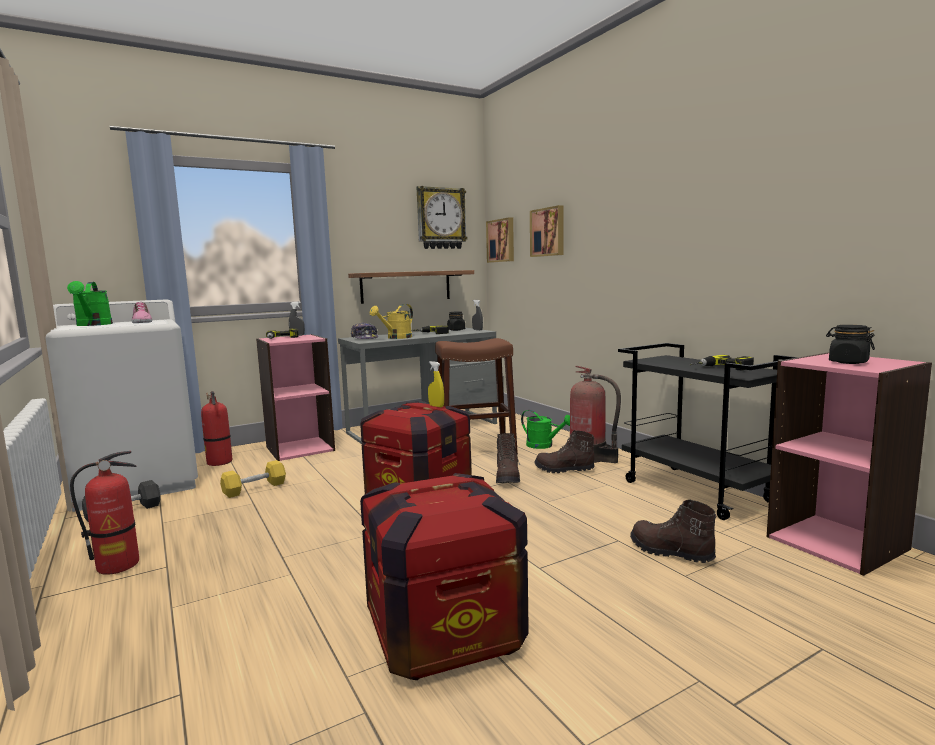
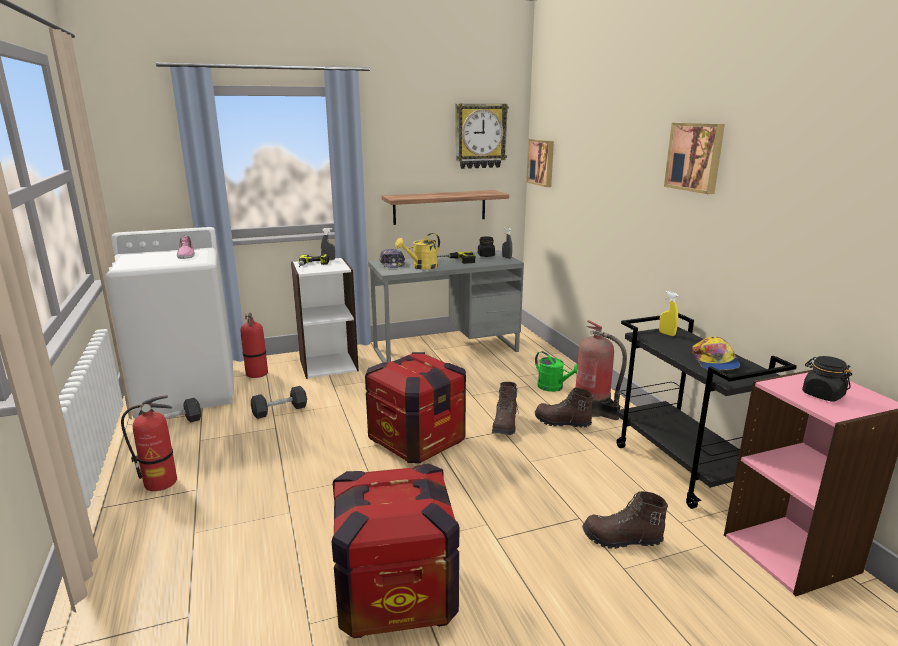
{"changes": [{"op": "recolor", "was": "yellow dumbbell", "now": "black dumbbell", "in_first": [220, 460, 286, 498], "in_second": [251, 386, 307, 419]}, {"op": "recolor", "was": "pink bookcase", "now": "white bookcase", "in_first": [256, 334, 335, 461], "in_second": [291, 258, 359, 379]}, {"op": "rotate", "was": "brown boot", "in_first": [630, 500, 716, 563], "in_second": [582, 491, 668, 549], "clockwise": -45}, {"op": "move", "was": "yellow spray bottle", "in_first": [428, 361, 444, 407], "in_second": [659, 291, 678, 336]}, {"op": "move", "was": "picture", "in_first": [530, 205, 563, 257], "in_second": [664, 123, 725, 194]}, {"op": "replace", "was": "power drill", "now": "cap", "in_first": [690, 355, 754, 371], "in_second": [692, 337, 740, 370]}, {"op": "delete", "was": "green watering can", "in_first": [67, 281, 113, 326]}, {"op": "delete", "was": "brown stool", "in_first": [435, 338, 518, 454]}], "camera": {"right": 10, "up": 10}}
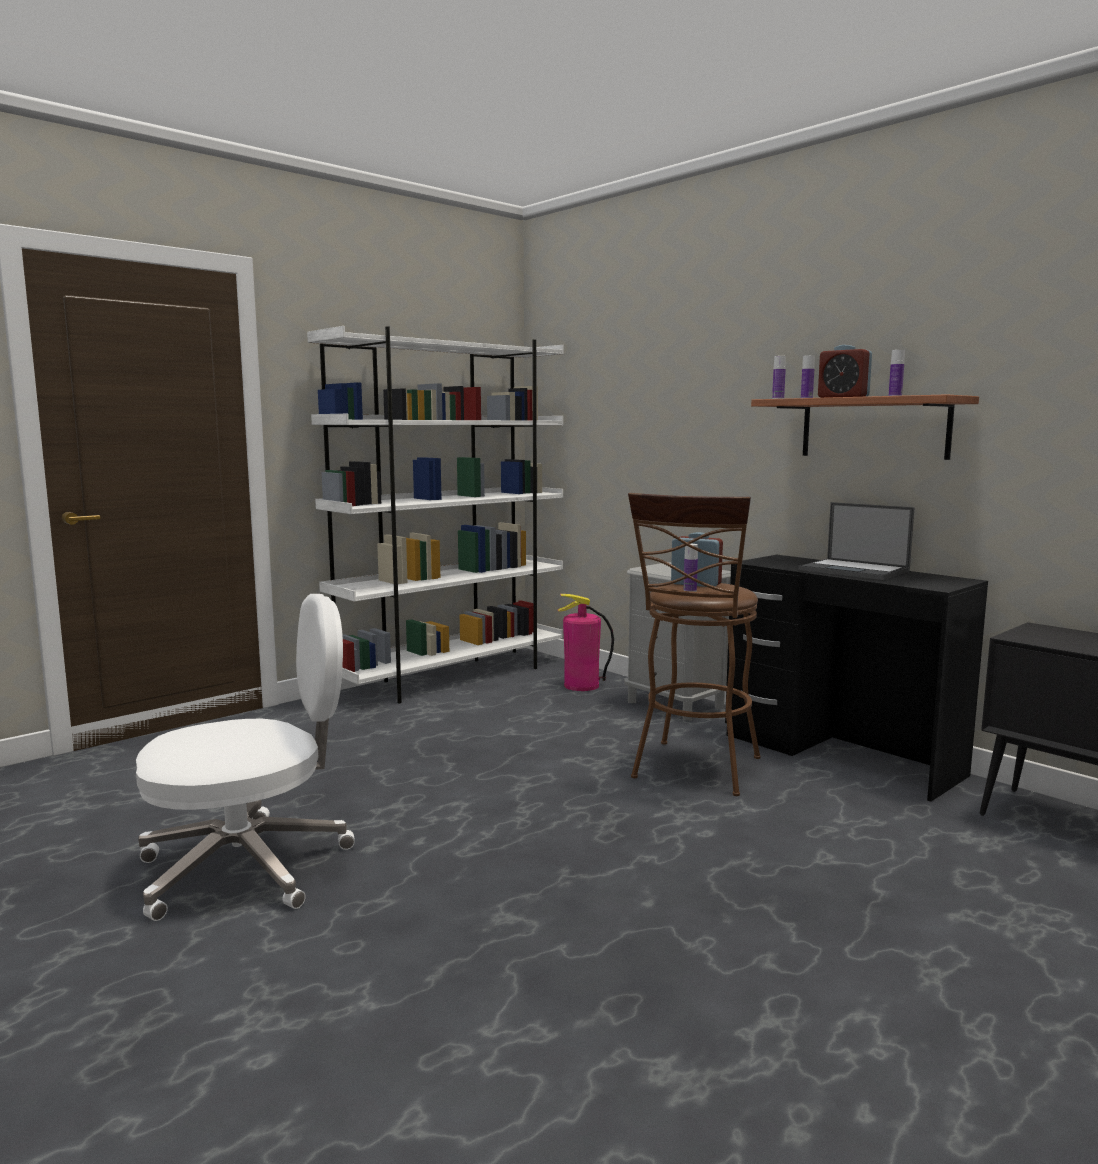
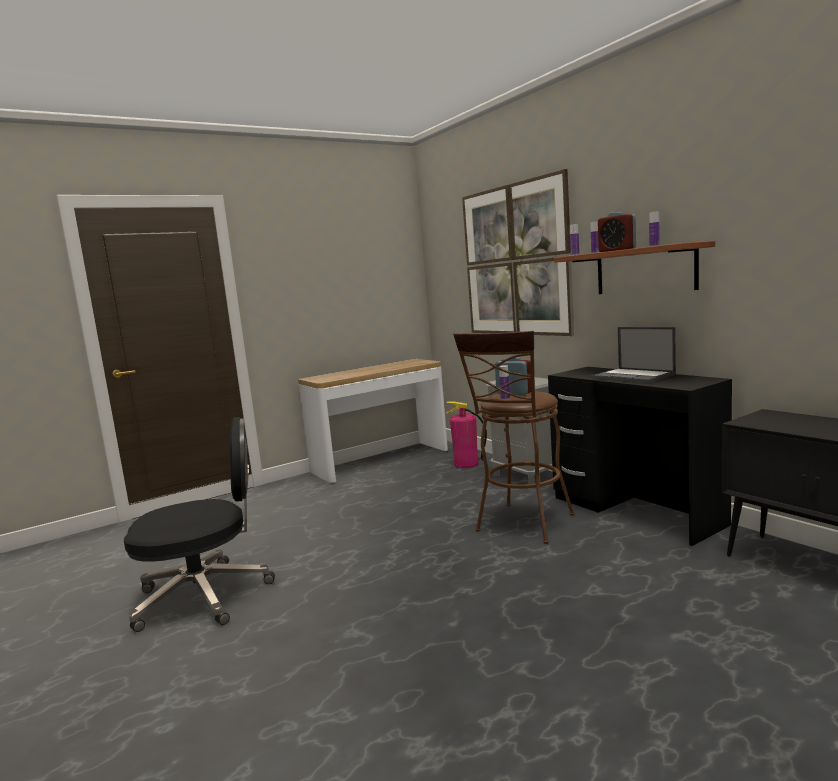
{"changes": [{"op": "recolor", "was": "white office chair", "now": "black office chair", "in_first": [136, 594, 355, 921], "in_second": [124, 417, 275, 632]}, {"op": "replace", "was": "white bookcase", "now": "console table", "in_first": [307, 326, 564, 703], "in_second": [298, 359, 448, 483]}, {"op": "insert", "now": "picture", "in_second": [462, 169, 574, 336]}], "camera": {"right": 10, "up": 0}}
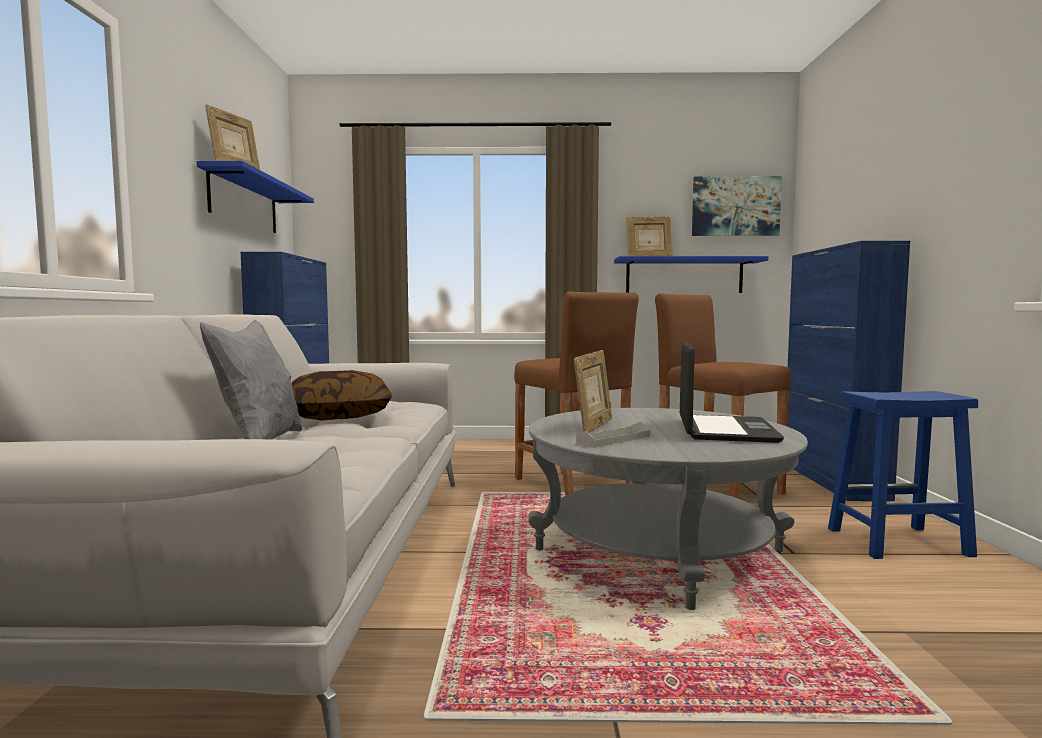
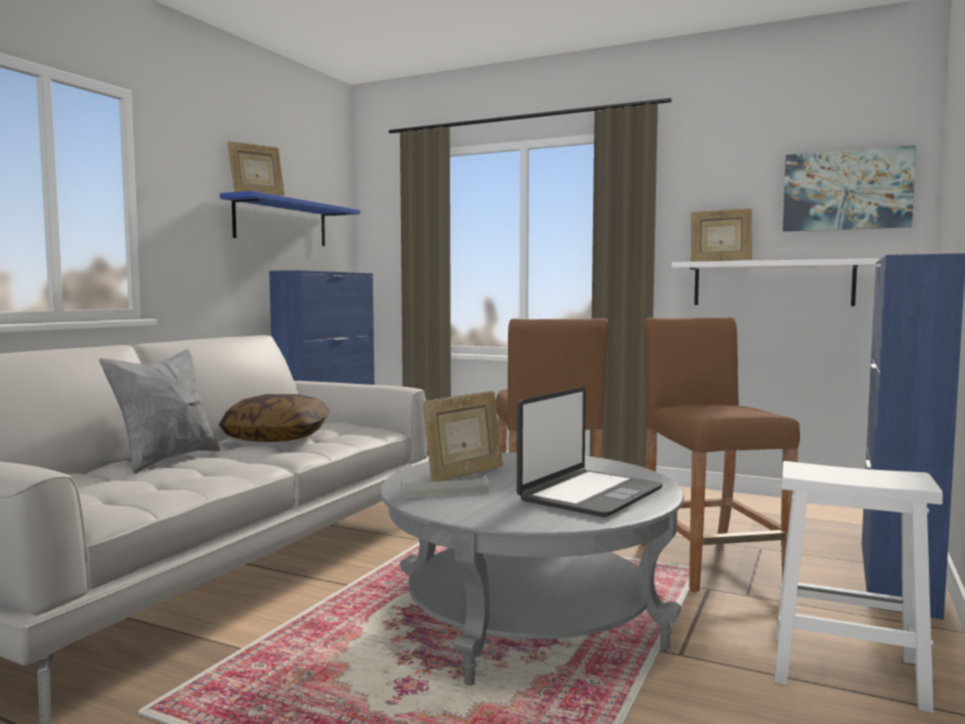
{"changes": [{"op": "recolor", "was": "blue shelf", "now": "white shelf", "in_first": [614, 256, 769, 293], "in_second": [672, 258, 879, 306]}, {"op": "recolor", "was": "blue stool", "now": "white stool", "in_first": [828, 391, 978, 559], "in_second": [774, 461, 943, 713]}], "camera": {"right": 25, "up": 0}}
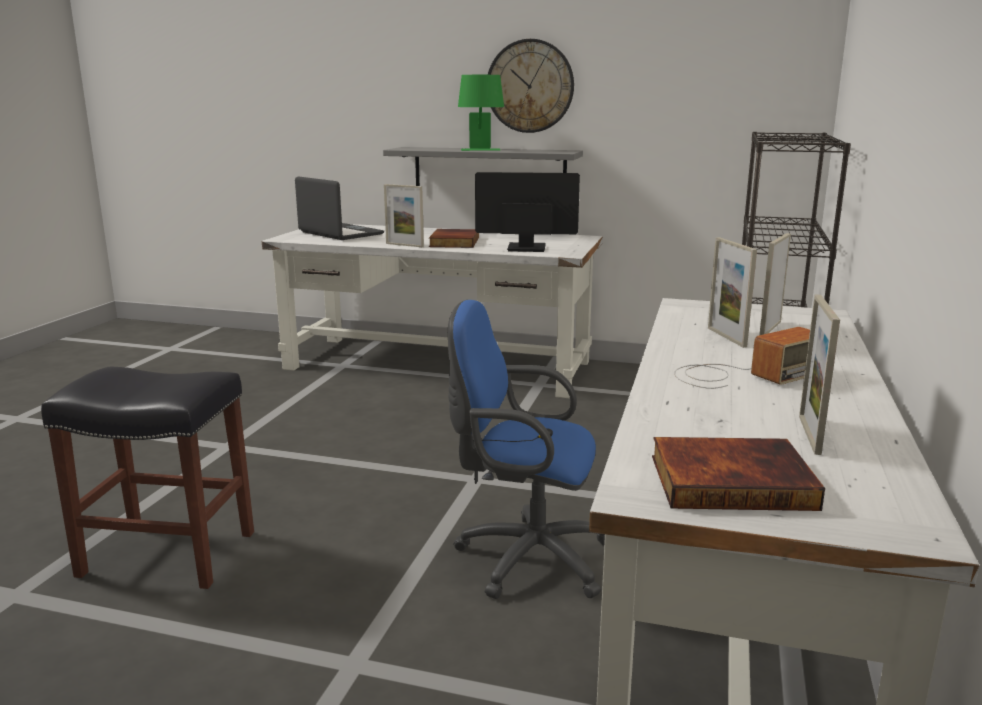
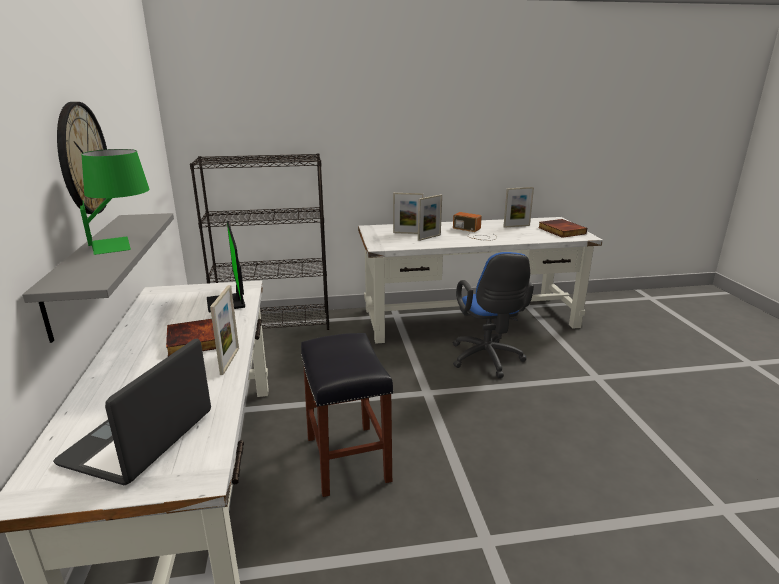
{"changes": [{"op": "move", "was": "black stool", "in_first": [41, 367, 254, 589], "in_second": [301, 333, 393, 497]}], "camera": {"right": -115, "up": 5}}
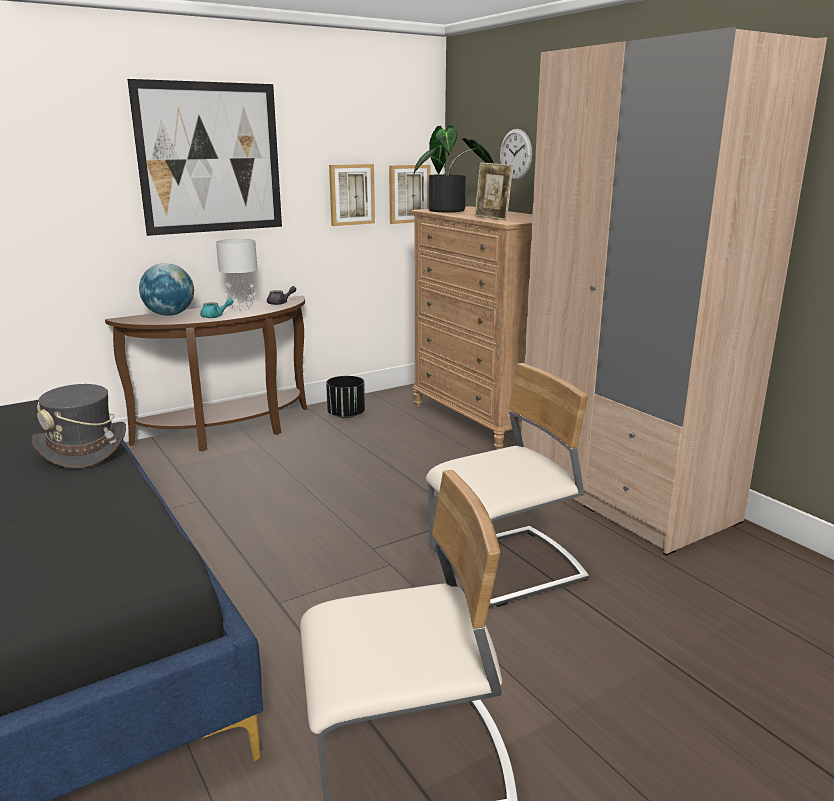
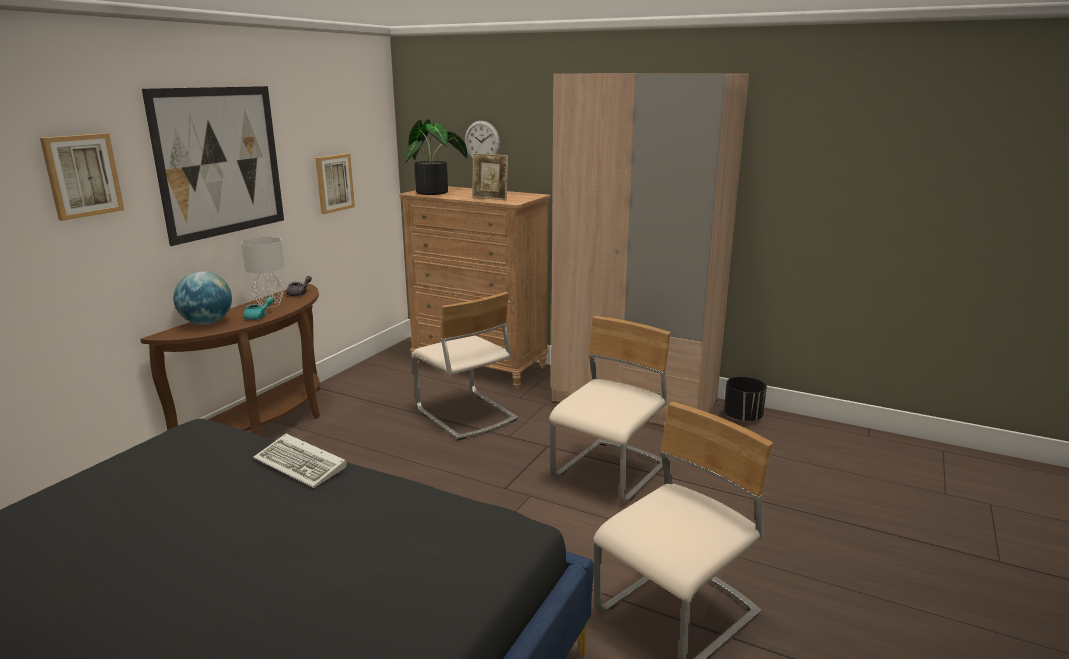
{"changes": [{"op": "move", "was": "picture", "in_first": [389, 165, 430, 224], "in_second": [40, 133, 124, 221]}, {"op": "replace", "was": "grey hat", "now": "keyboard", "in_first": [31, 384, 126, 469], "in_second": [253, 434, 347, 488]}, {"op": "insert", "now": "beige chair", "in_second": [412, 292, 518, 440]}, {"op": "move", "was": "black planter", "in_first": [326, 376, 365, 418], "in_second": [724, 377, 767, 421]}], "camera": {"right": -30, "up": 0}}
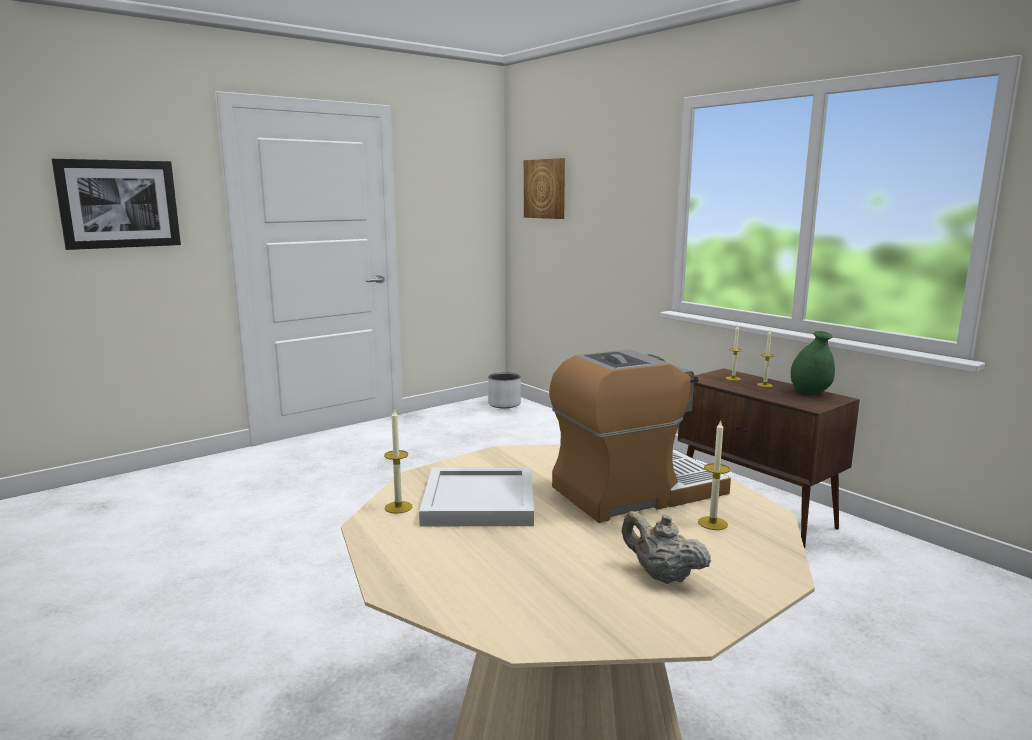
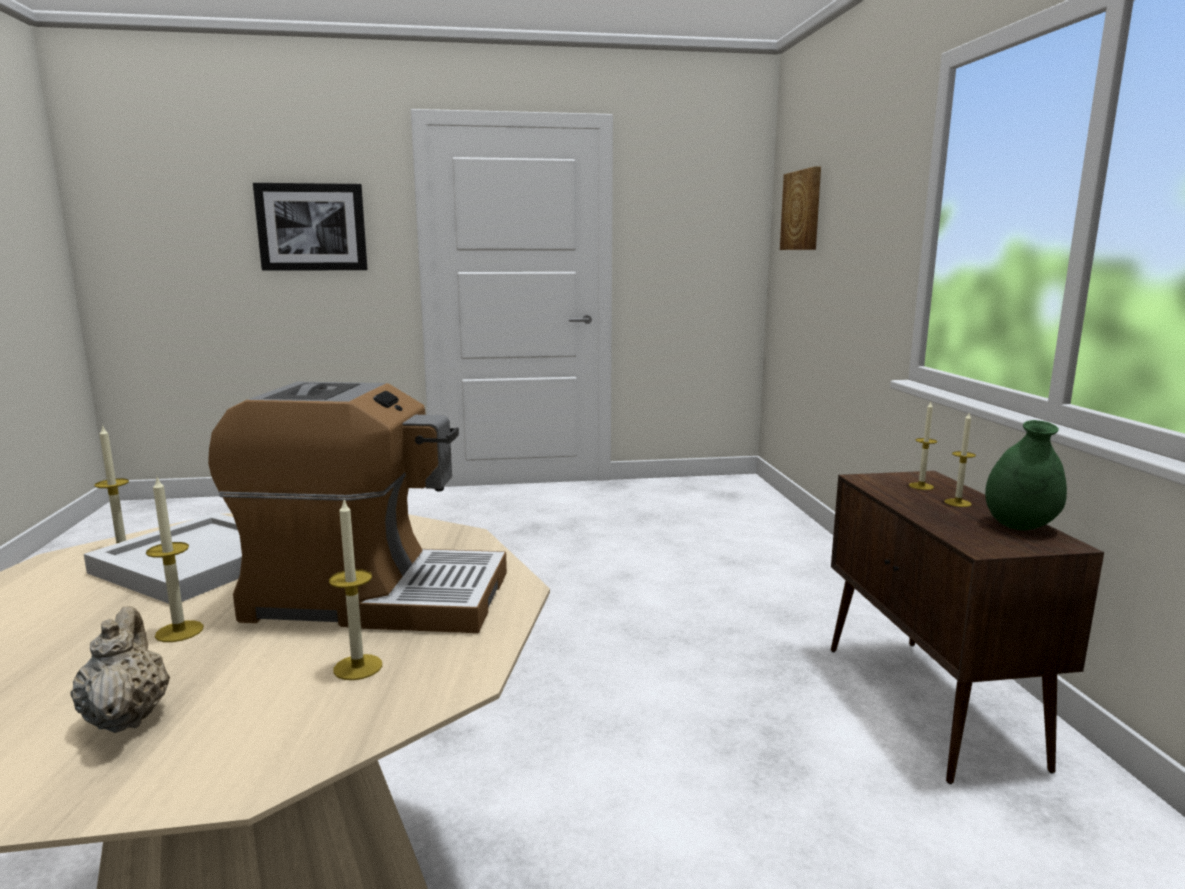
{"changes": [{"op": "insert", "now": "candle", "in_second": [146, 475, 204, 642]}, {"op": "delete", "was": "grey planter", "in_first": [488, 373, 521, 408]}], "camera": {"right": 30, "up": 0}}
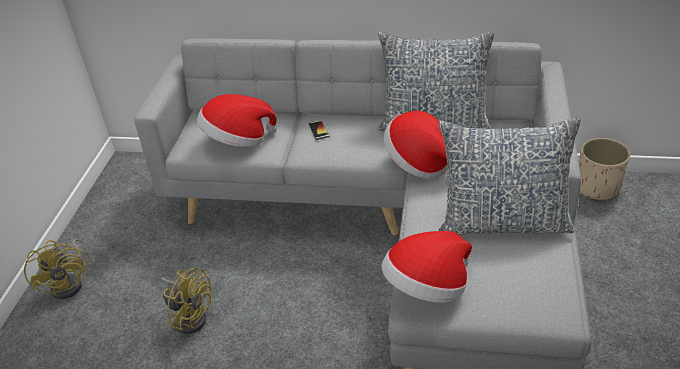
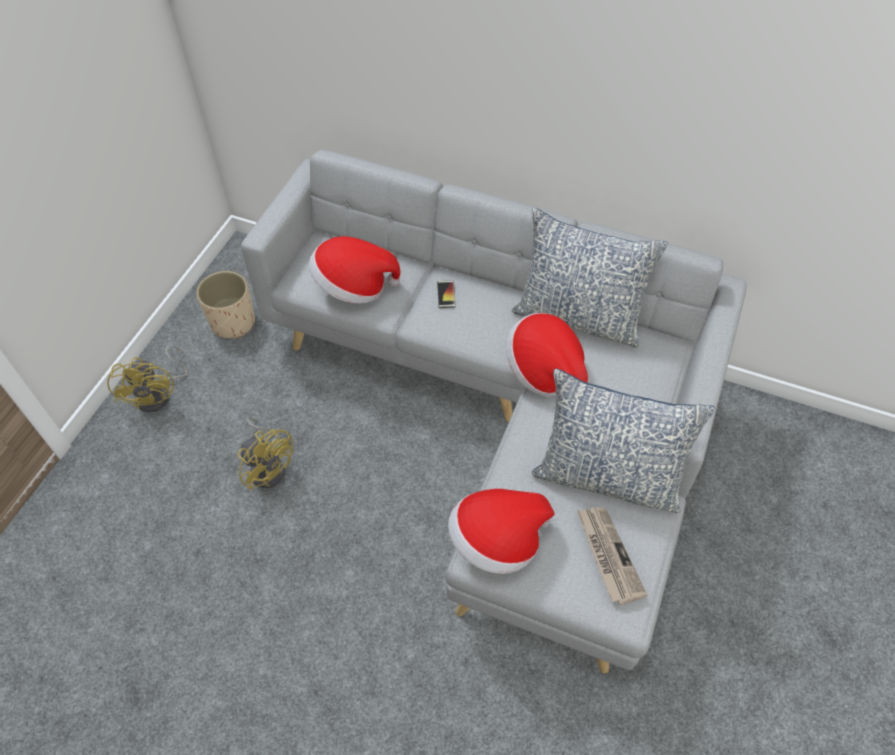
{"changes": [{"op": "move", "was": "beige planter", "in_first": [579, 138, 630, 200], "in_second": [196, 271, 255, 339]}, {"op": "insert", "now": "newspaper", "in_second": [577, 507, 648, 605]}], "camera": {"right": 10, "up": 15}}
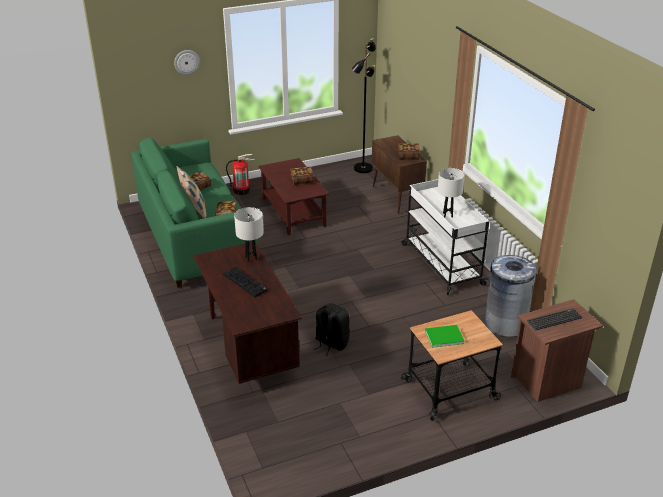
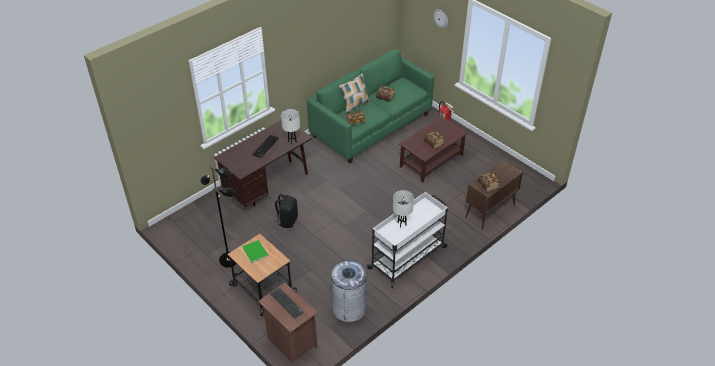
{"changes": [{"op": "move", "was": "black floor lamp", "in_first": [351, 38, 376, 173], "in_second": [200, 166, 237, 268]}], "camera": {"right": 70, "up": 10}}
